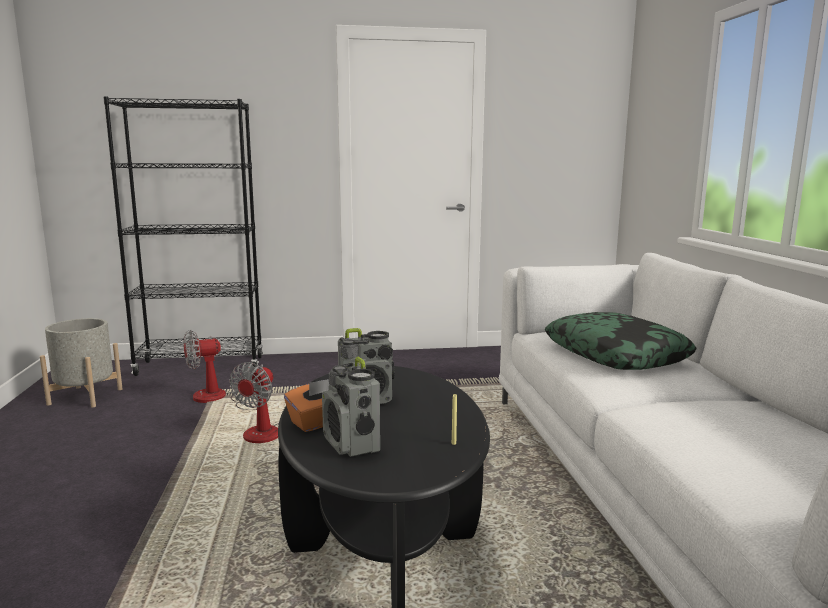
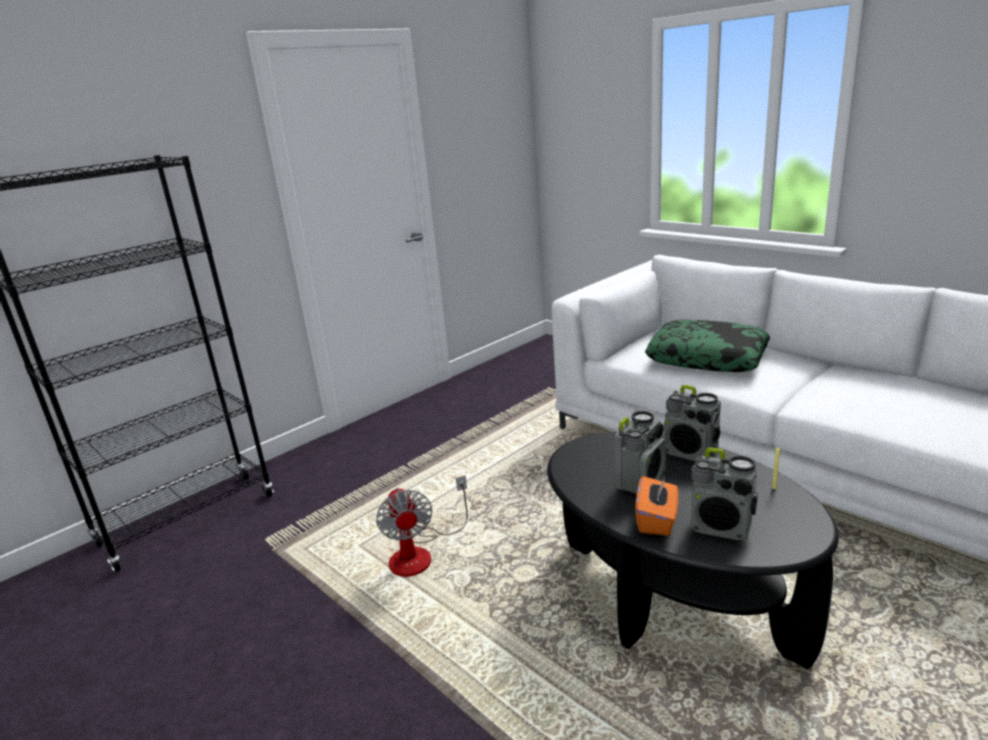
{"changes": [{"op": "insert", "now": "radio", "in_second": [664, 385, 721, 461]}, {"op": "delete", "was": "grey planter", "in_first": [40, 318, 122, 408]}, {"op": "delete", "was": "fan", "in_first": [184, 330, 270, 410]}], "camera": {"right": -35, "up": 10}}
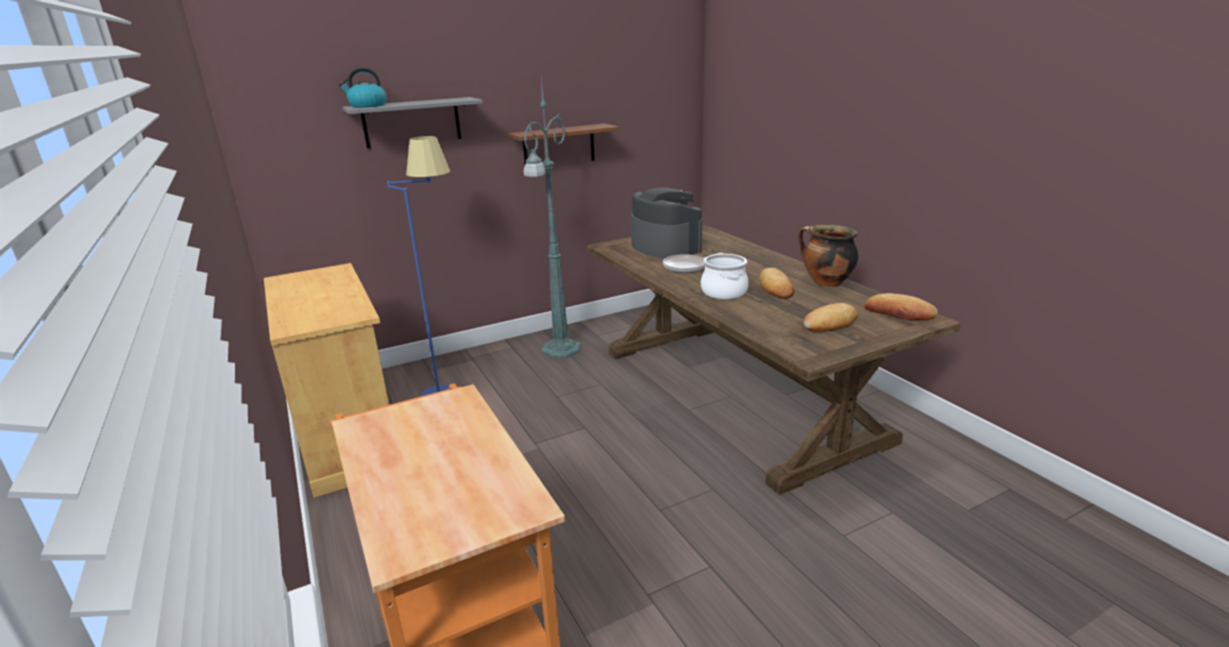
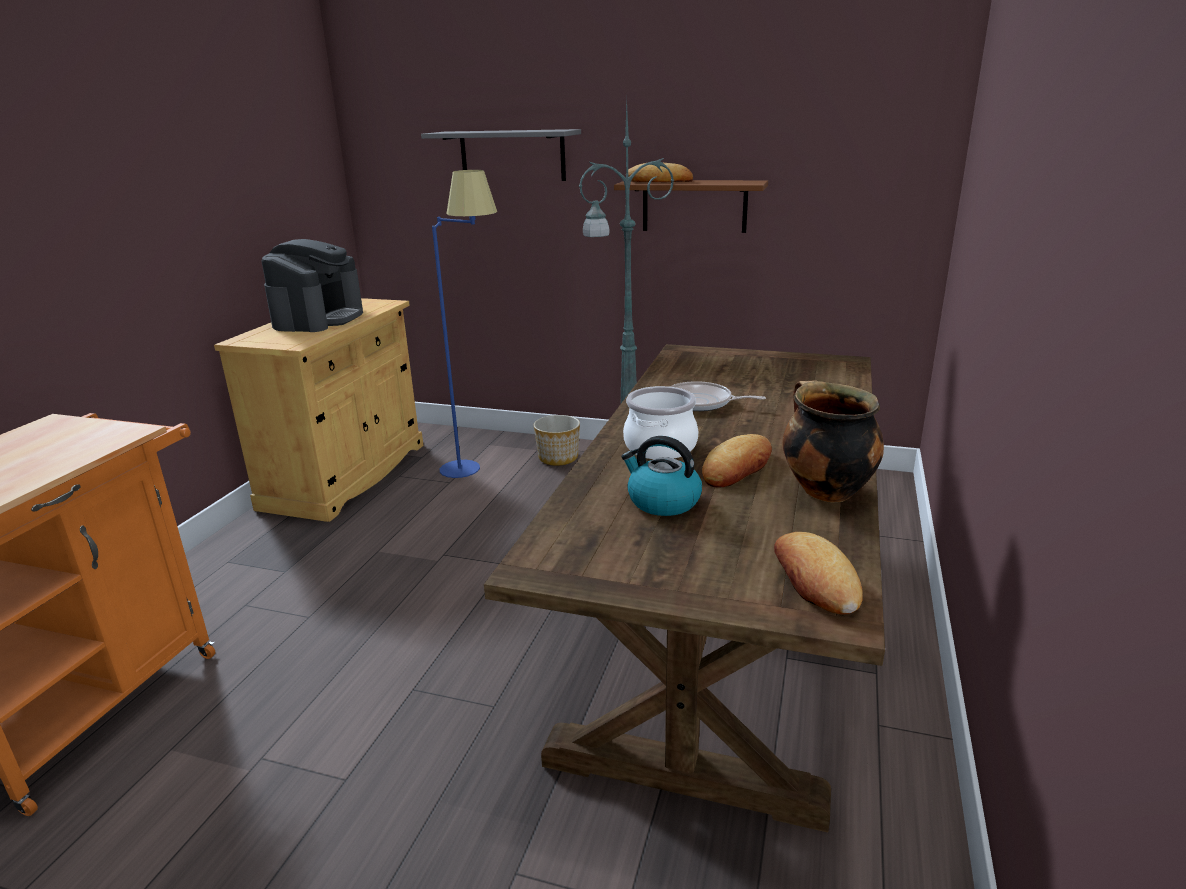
{"changes": [{"op": "move", "was": "coffee machine", "in_first": [631, 188, 703, 259], "in_second": [262, 239, 363, 332]}, {"op": "insert", "now": "planter", "in_second": [533, 415, 580, 466]}, {"op": "move", "was": "kettle", "in_first": [339, 68, 387, 108], "in_second": [621, 436, 702, 516]}, {"op": "move", "was": "bread", "in_first": [803, 303, 858, 332], "in_second": [628, 163, 693, 182]}], "camera": {"right": 45, "up": 0}}
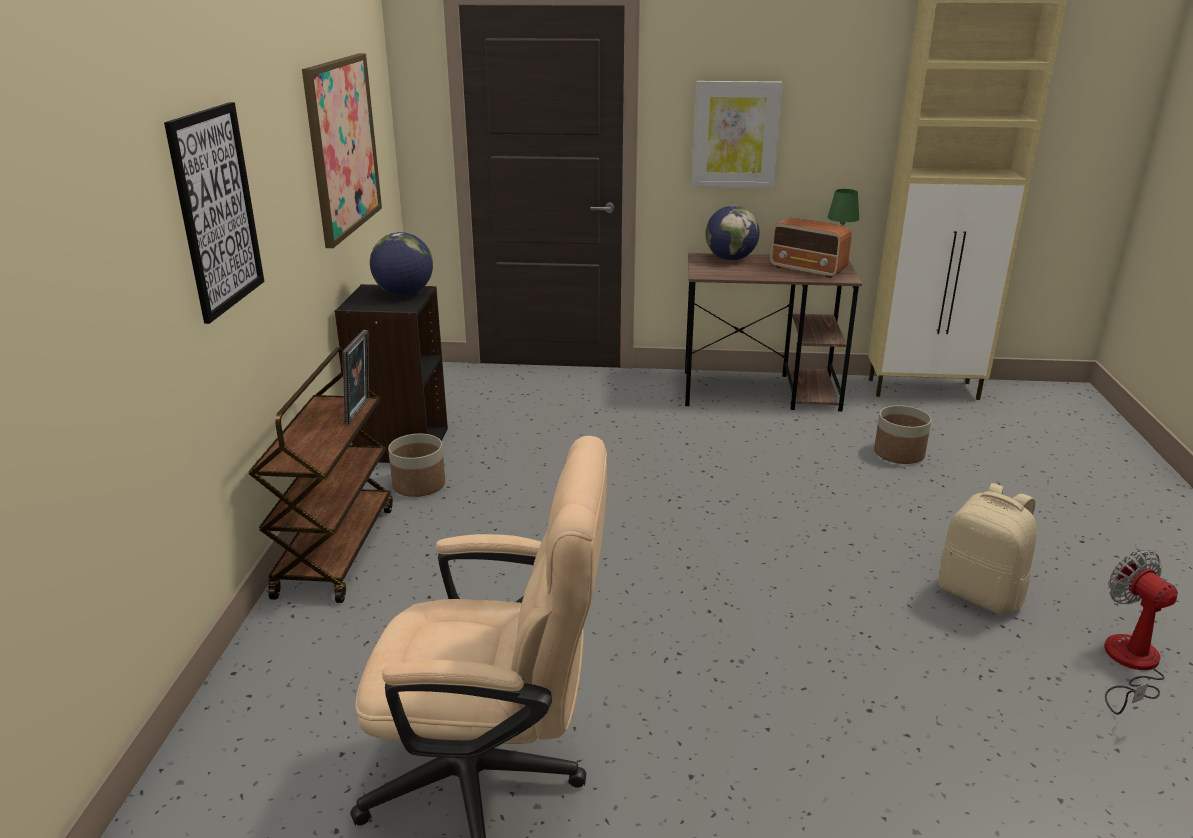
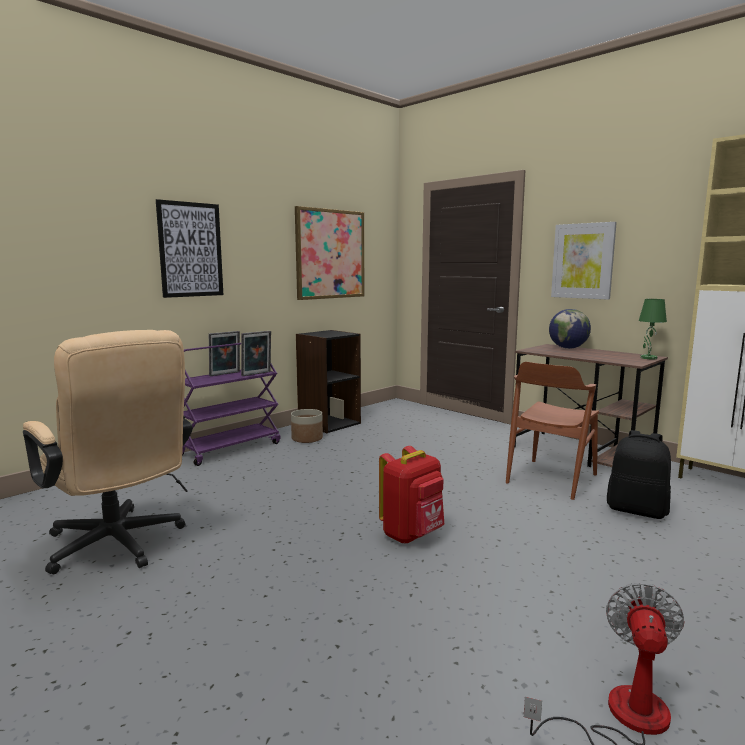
{"changes": [{"op": "recolor", "was": "brown cart", "now": "purple cart", "in_first": [248, 347, 393, 603], "in_second": [182, 343, 280, 466]}, {"op": "insert", "now": "picture frame", "in_second": [209, 331, 240, 376]}, {"op": "insert", "now": "red backpack", "in_second": [379, 446, 444, 544]}, {"op": "insert", "now": "brown chair", "in_second": [506, 362, 599, 500]}, {"op": "replace", "was": "planter", "now": "black backpack", "in_first": [874, 405, 932, 464], "in_second": [607, 430, 671, 519]}, {"op": "delete", "was": "globe", "in_first": [370, 232, 433, 295]}, {"op": "delete", "was": "radio", "in_first": [770, 218, 852, 278]}, {"op": "delete", "was": "beige backpack", "in_first": [939, 483, 1037, 615]}], "camera": {"right": 40, "up": -15}}
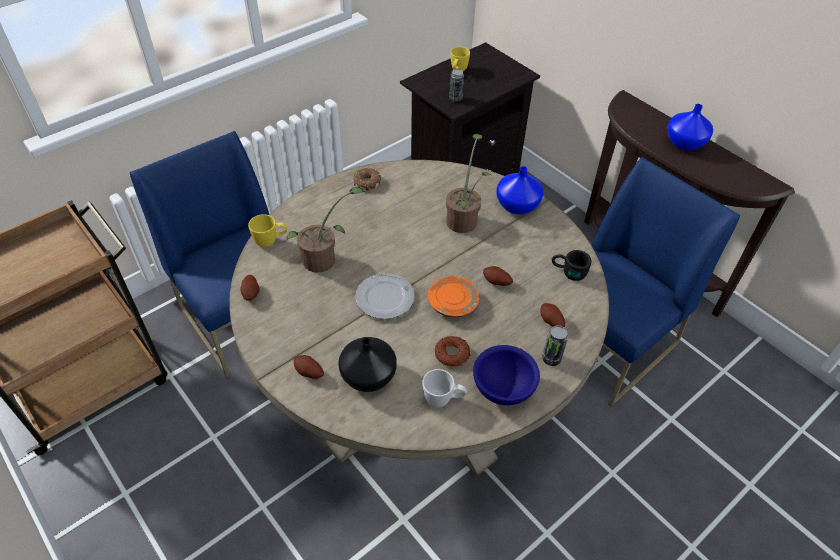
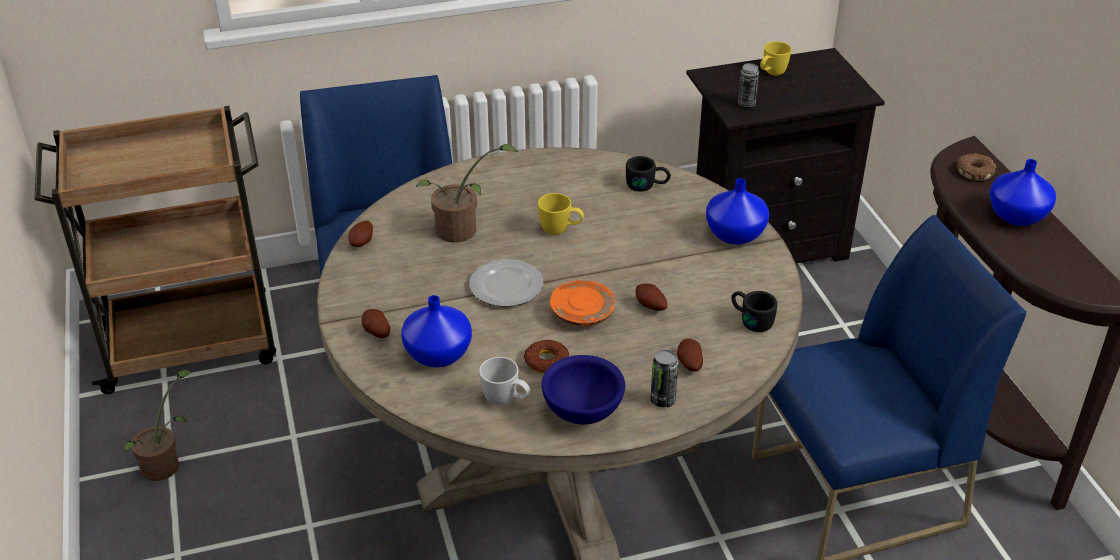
{"changes": [{"op": "move", "was": "potted plant", "in_first": [446, 134, 491, 233], "in_second": [124, 370, 192, 481]}, {"op": "recolor", "was": "black vase", "now": "blue vase", "in_first": [338, 337, 397, 392], "in_second": [401, 295, 472, 368]}, {"op": "move", "was": "yellow mug", "in_first": [248, 214, 287, 247], "in_second": [538, 193, 584, 235]}, {"op": "insert", "now": "black mug", "in_second": [626, 156, 671, 192]}, {"op": "move", "was": "donut", "in_first": [353, 168, 381, 190], "in_second": [957, 153, 996, 181]}], "camera": {"right": 25, "up": -10}}
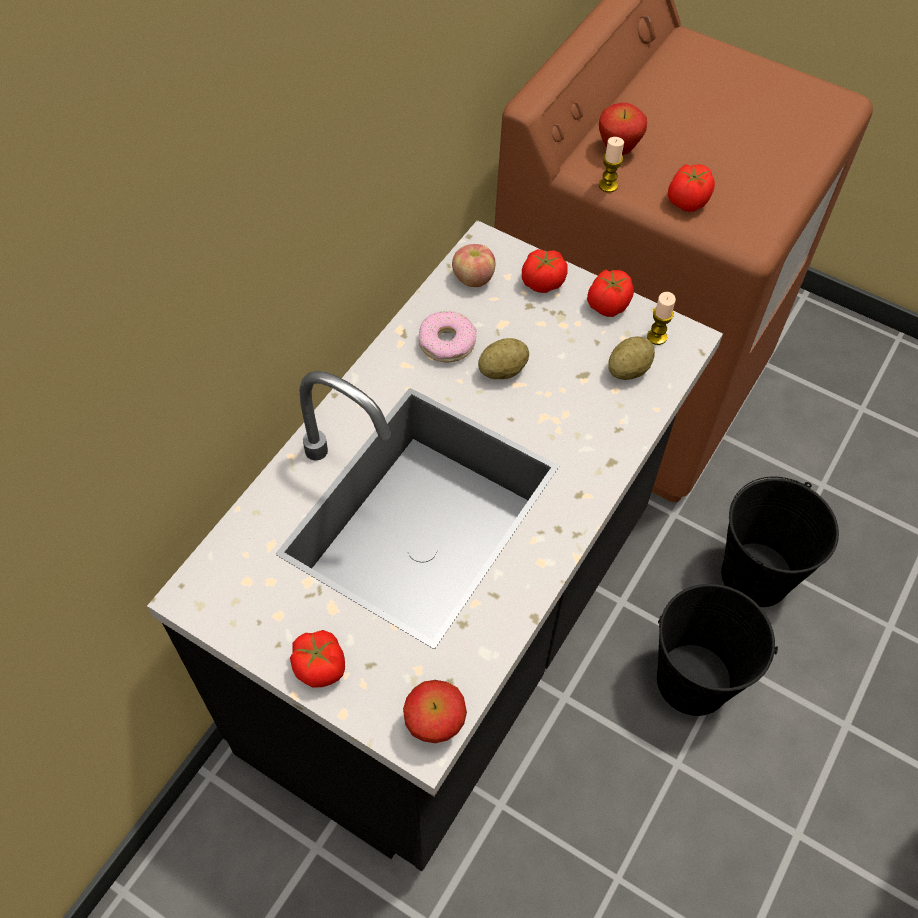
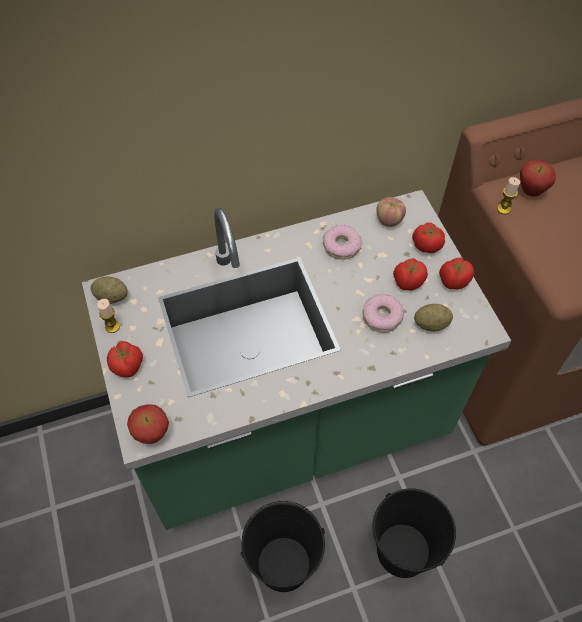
{"changes": [{"op": "recolor", "was": "black counter", "now": "green counter", "in_first": [147, 220, 723, 871], "in_second": [82, 190, 511, 530]}, {"op": "move", "was": "potato", "in_first": [478, 338, 529, 379], "in_second": [91, 277, 128, 304]}, {"op": "move", "was": "candle", "in_first": [647, 292, 676, 345], "in_second": [97, 299, 120, 333]}, {"op": "move", "was": "black bucket", "in_first": [721, 476, 839, 607], "in_second": [241, 501, 325, 592]}, {"op": "insert", "now": "donut", "in_second": [362, 294, 404, 333]}, {"op": "move", "was": "tomato", "in_first": [668, 164, 715, 212], "in_second": [393, 258, 428, 291]}], "camera": {"right": 40, "up": 0}}
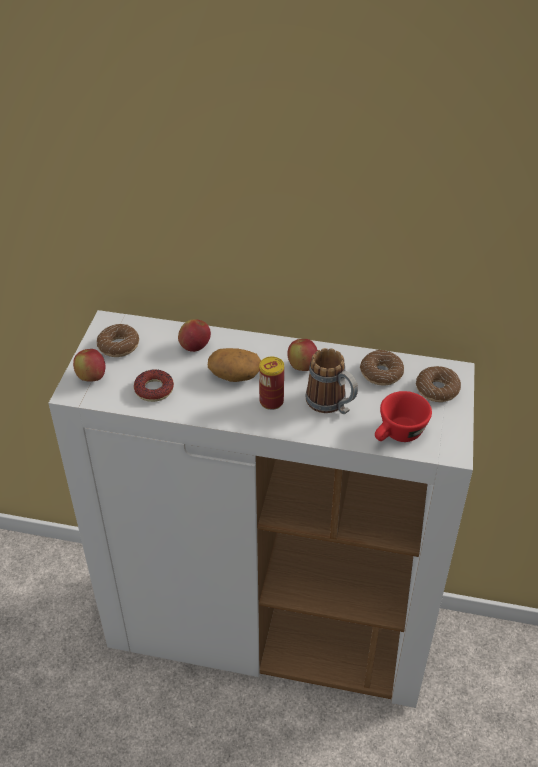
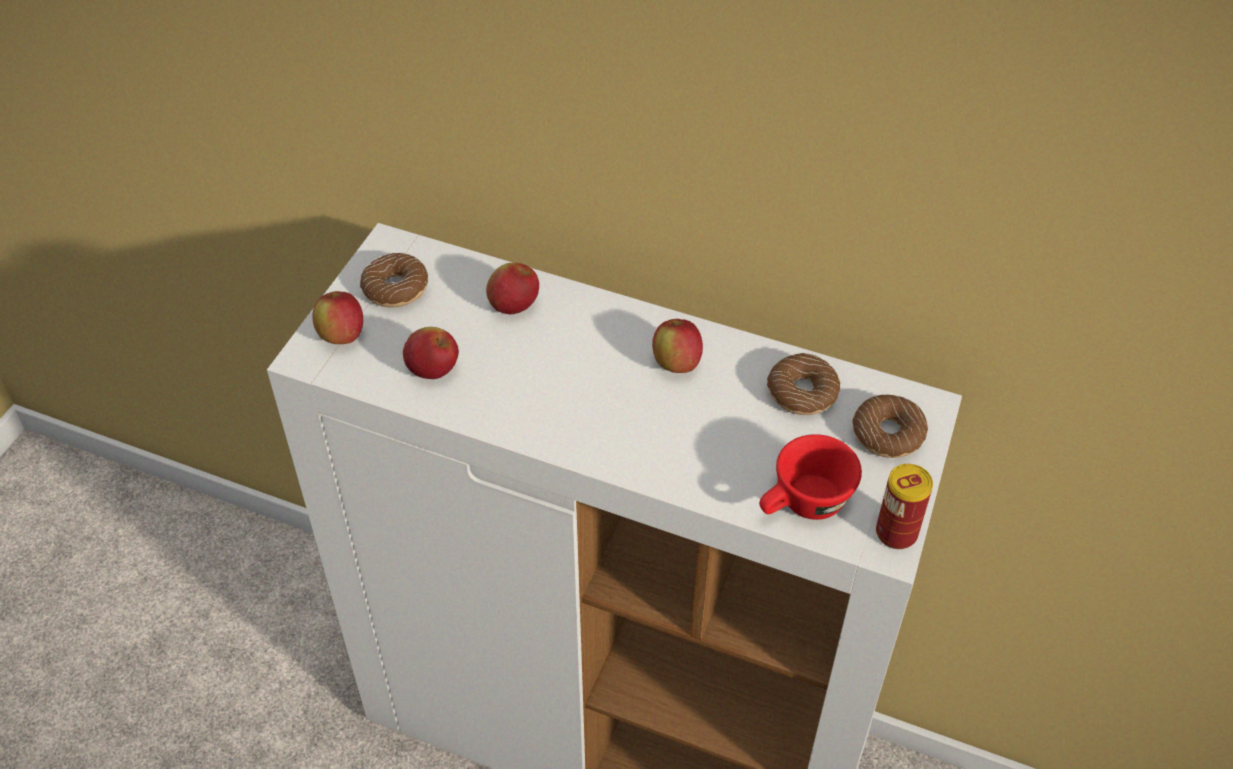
{"changes": [{"op": "replace", "was": "donut", "now": "apple", "in_first": [134, 369, 174, 402], "in_second": [403, 327, 459, 379]}, {"op": "move", "was": "can", "in_first": [259, 357, 284, 410], "in_second": [876, 464, 933, 549]}, {"op": "delete", "was": "potato", "in_first": [208, 348, 261, 382]}, {"op": "delete", "was": "mug", "in_first": [305, 348, 358, 414]}], "camera": {"right": 10, "up": 5}}
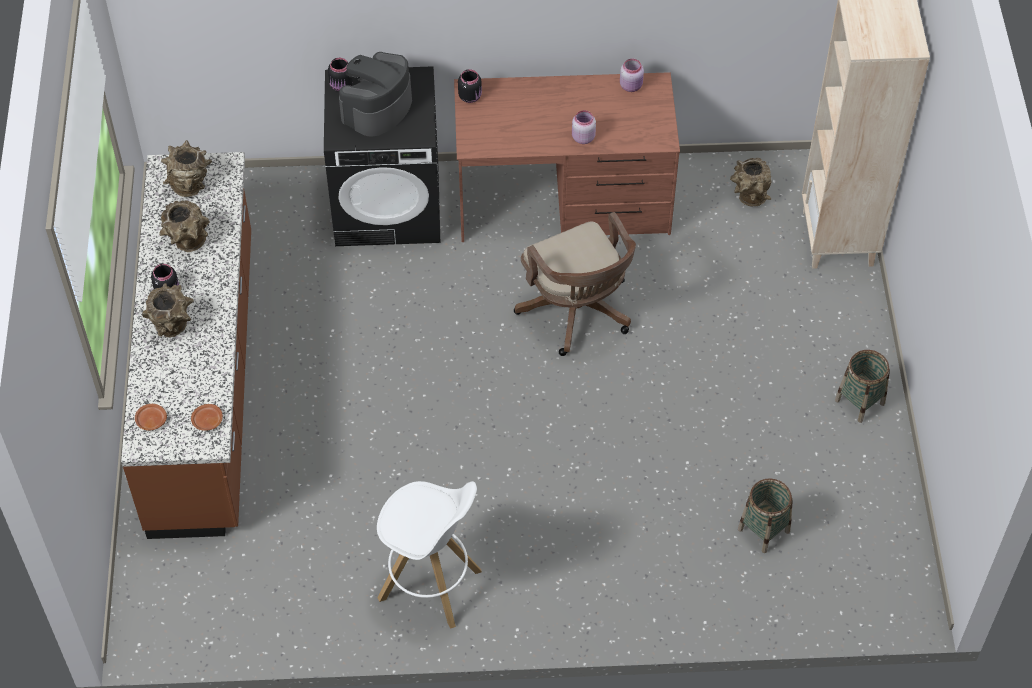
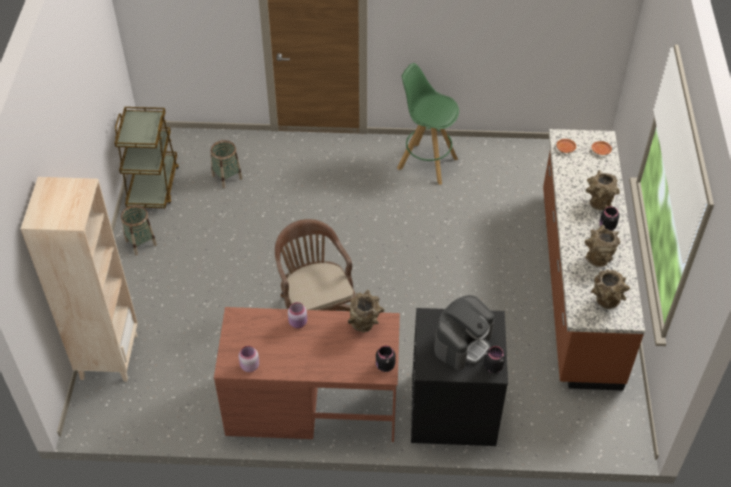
{"changes": [{"op": "insert", "now": "brown cart", "in_second": [115, 107, 179, 208]}, {"op": "move", "was": "brown vase", "in_first": [730, 158, 772, 207], "in_second": [348, 290, 385, 333]}, {"op": "recolor", "was": "white stool", "now": "green stool", "in_first": [377, 481, 482, 629], "in_second": [397, 63, 459, 185]}], "camera": {"right": -175, "up": -5}}
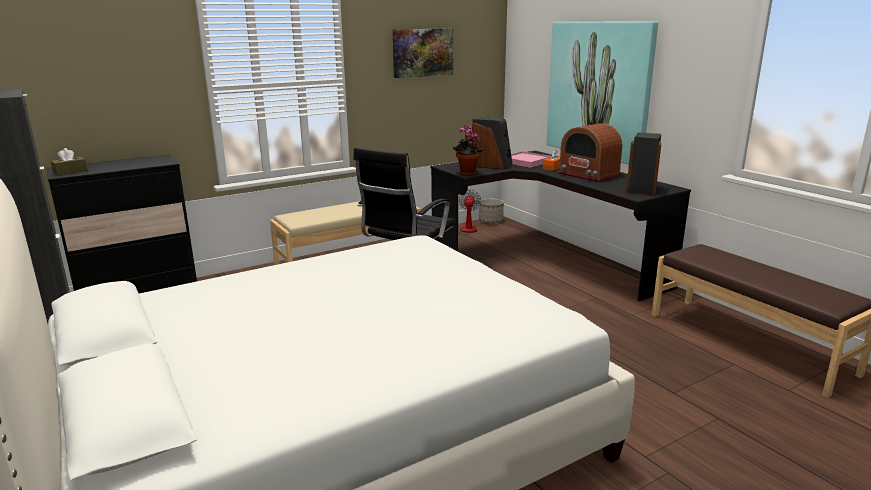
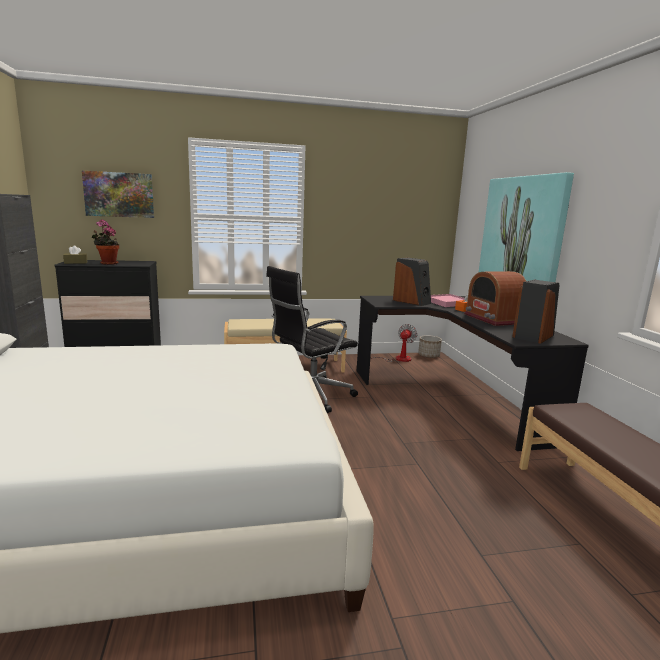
{"changes": [{"op": "move", "was": "picture", "in_first": [392, 28, 453, 78], "in_second": [82, 171, 154, 218]}, {"op": "move", "was": "potted plant", "in_first": [453, 125, 484, 176], "in_second": [92, 220, 119, 265]}], "camera": {"right": 20, "up": -5}}
